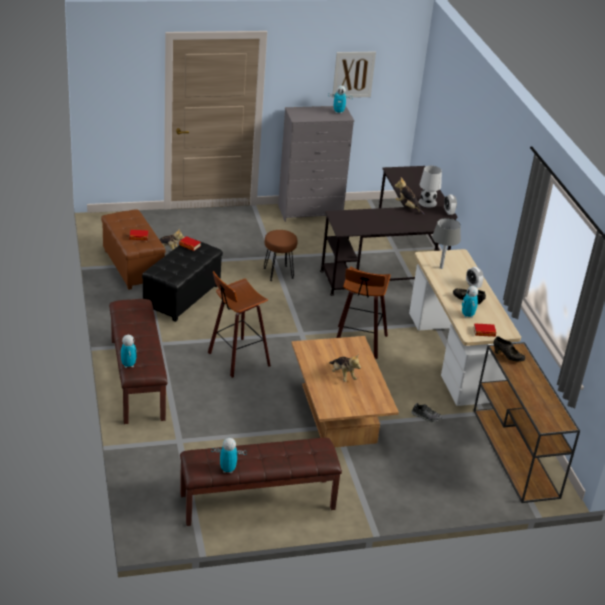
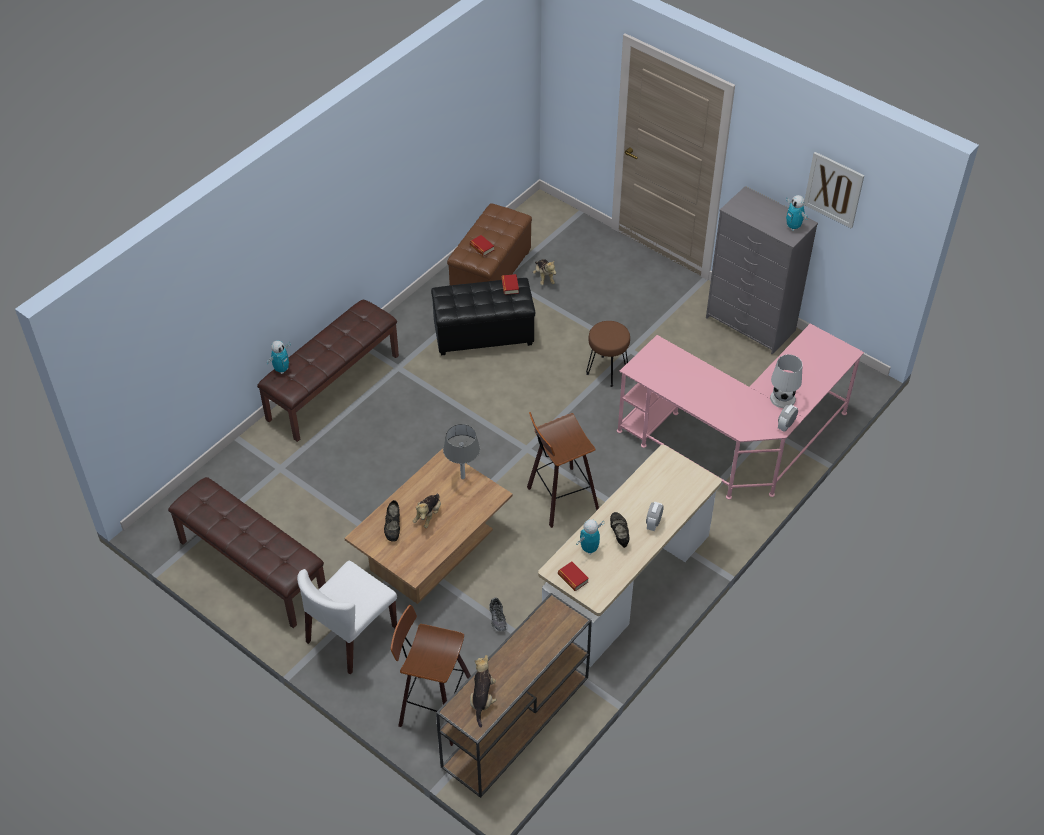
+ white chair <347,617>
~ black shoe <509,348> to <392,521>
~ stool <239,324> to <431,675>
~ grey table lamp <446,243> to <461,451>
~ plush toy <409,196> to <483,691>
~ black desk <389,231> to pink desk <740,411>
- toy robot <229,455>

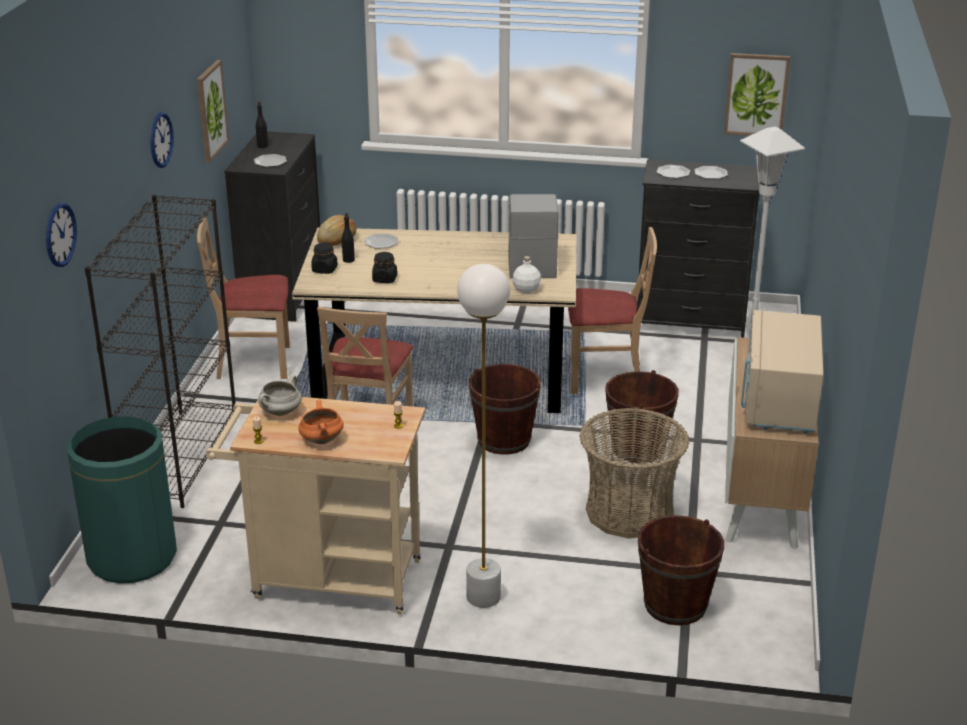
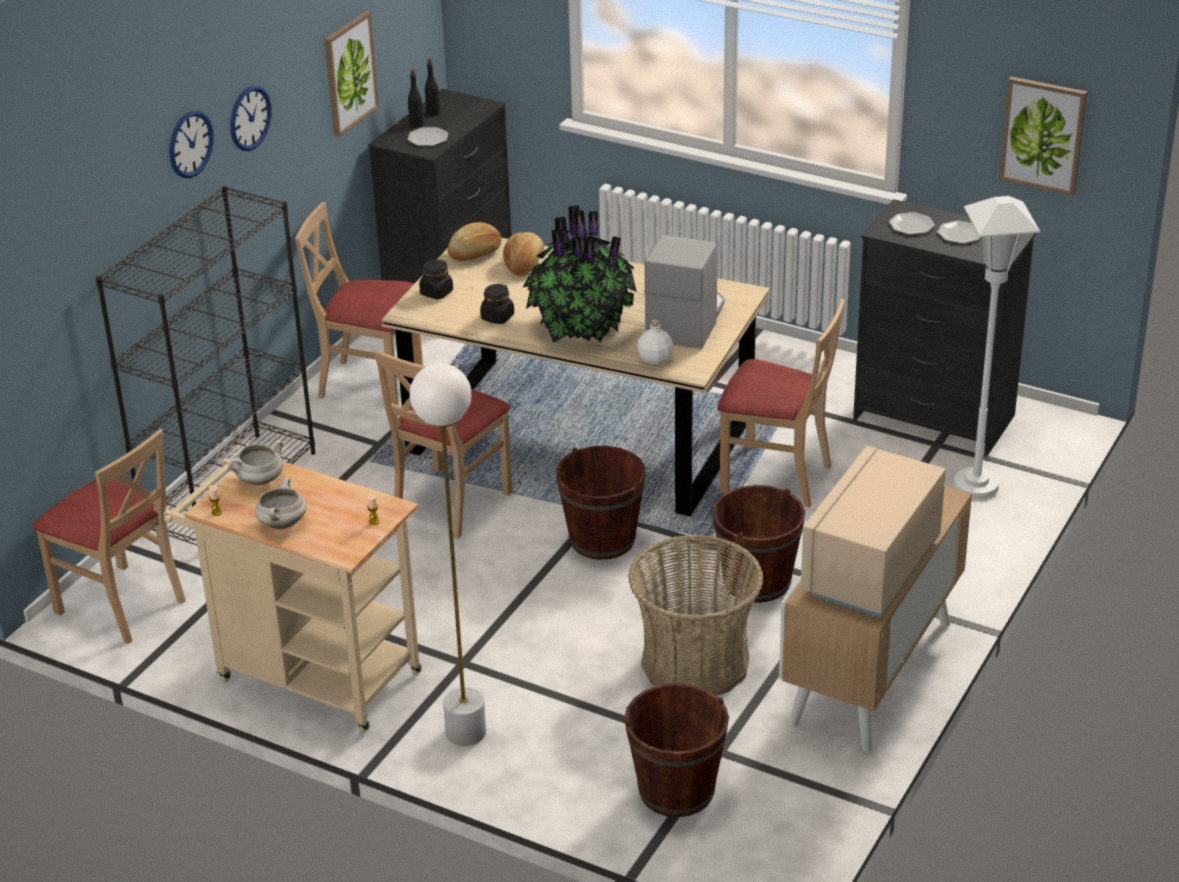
~ green trash can <122,499> to beige chair <109,536>
~ wall clock <61,235> to <191,144>
~ orange cooking pot <321,422> to white cooking pot <280,503>
~ black bottle <348,238> to <416,98>
~ plate <381,241> to bread <523,254>
+ potted plant <580,274>

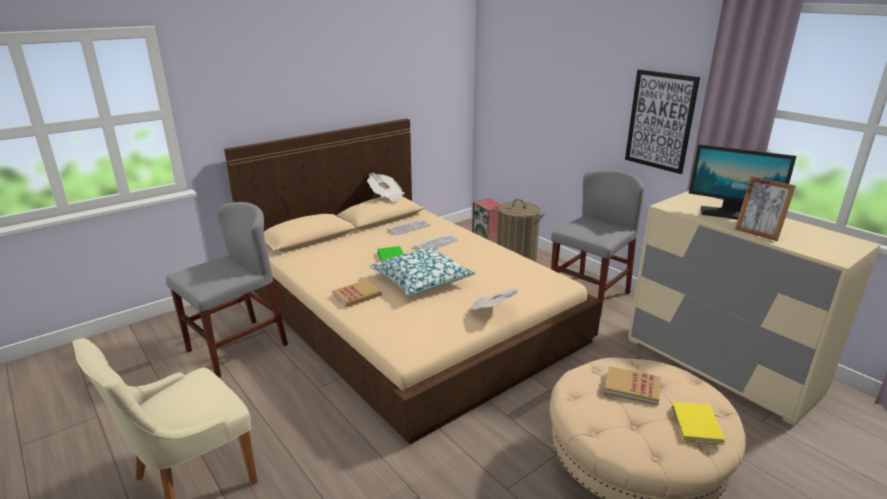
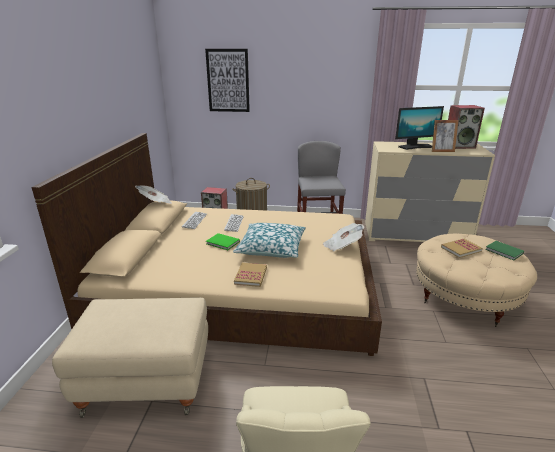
~ grey chair <227,289> to beige ottoman <130,358>
~ picture <662,121> to <227,80>
+ speaker <466,127>
~ yellow book <698,423> to green book <504,250>

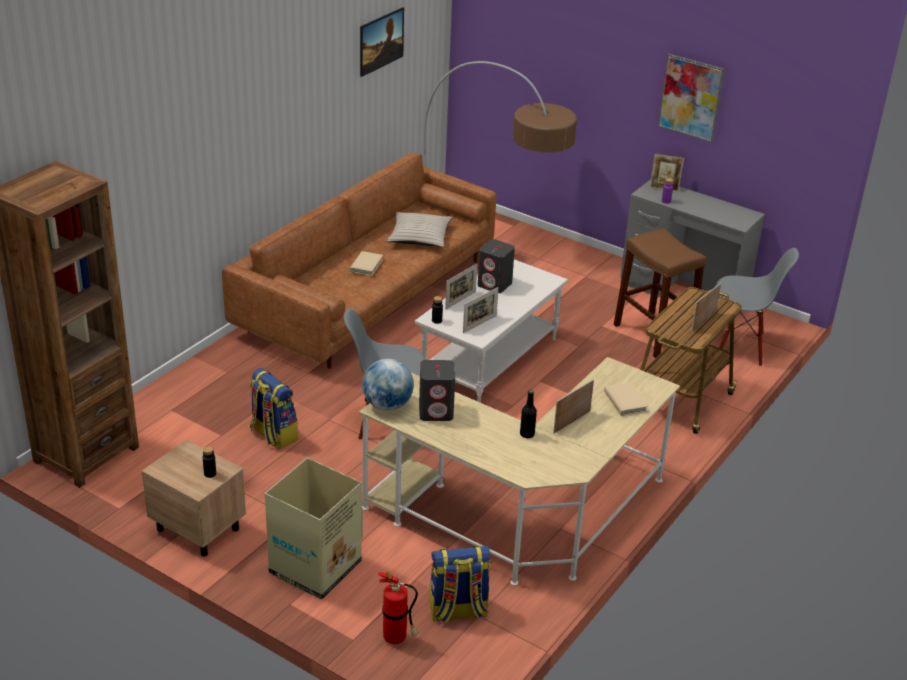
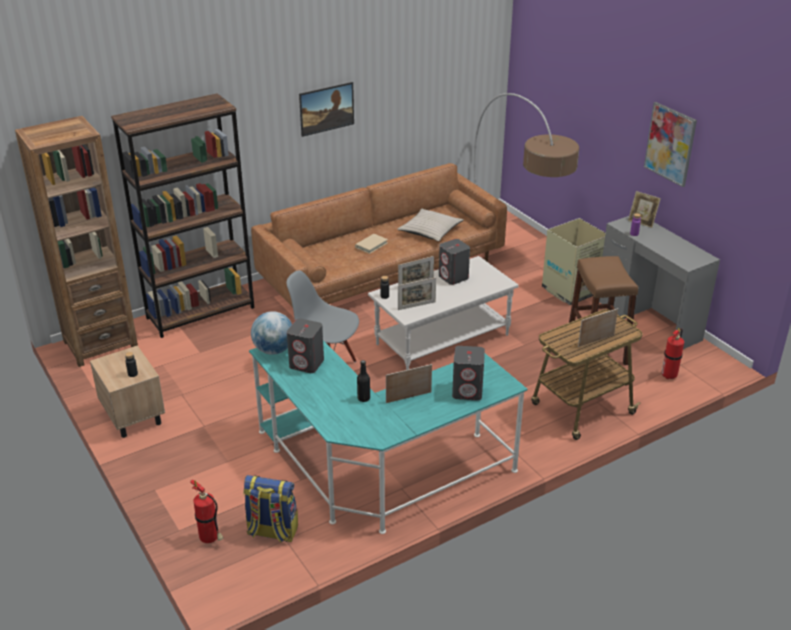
+ brown bookcase <182,215>
~ beige desk <519,471> to turquoise desk <388,437>
~ picture <382,42> to <326,109>
~ beige book <626,399> to grey speaker <468,373>
~ cardboard box <314,528> to <574,261>
~ grey chair <757,307> to fire extinguisher <673,353>
- backpack <274,408>

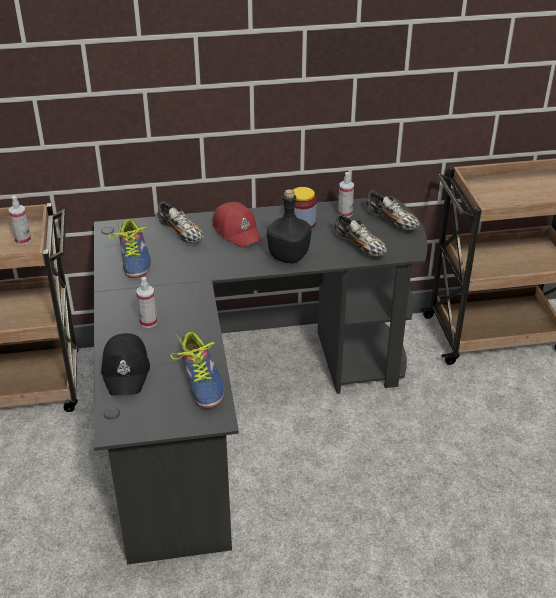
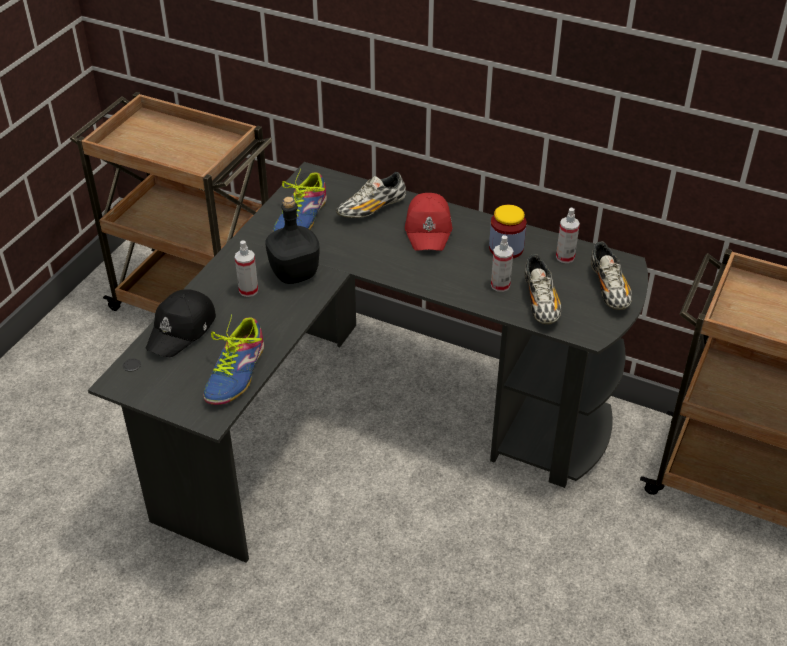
~ black bottle <289,226> to <292,240>
~ shoe <181,222> = <371,195> 60 degrees clockwise
~ spray bottle <20,220> to <502,263>

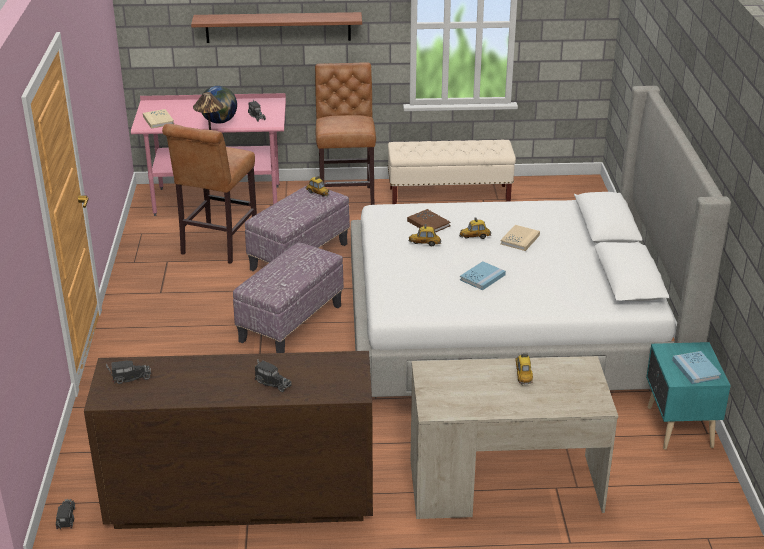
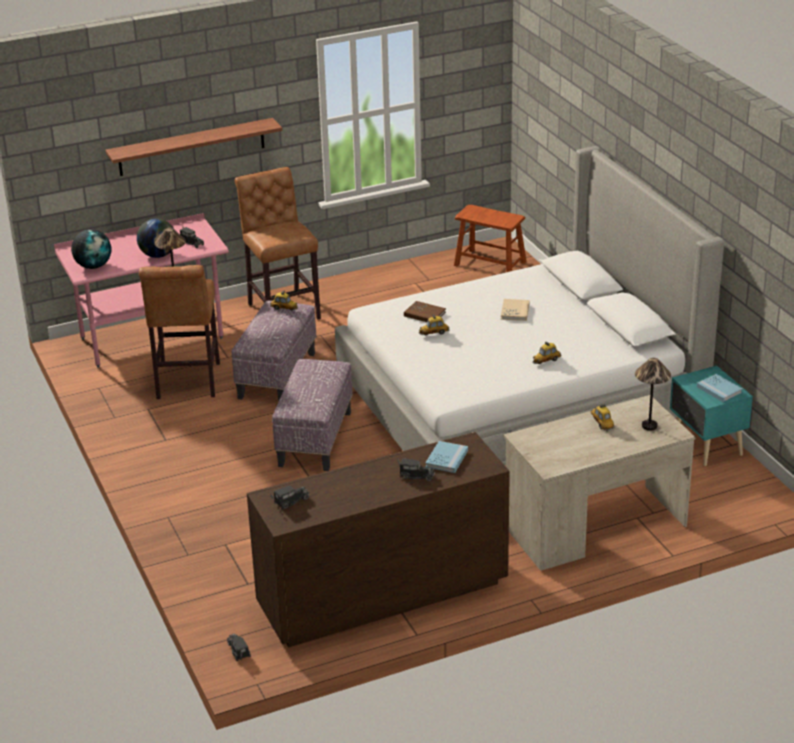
~ beige book <158,119> to globe <91,249>
~ blue book <483,275> to <446,457>
+ brown stool <490,238>
~ toy car <475,228> to <547,353>
+ table lamp <653,394>
- beige bench <452,172>

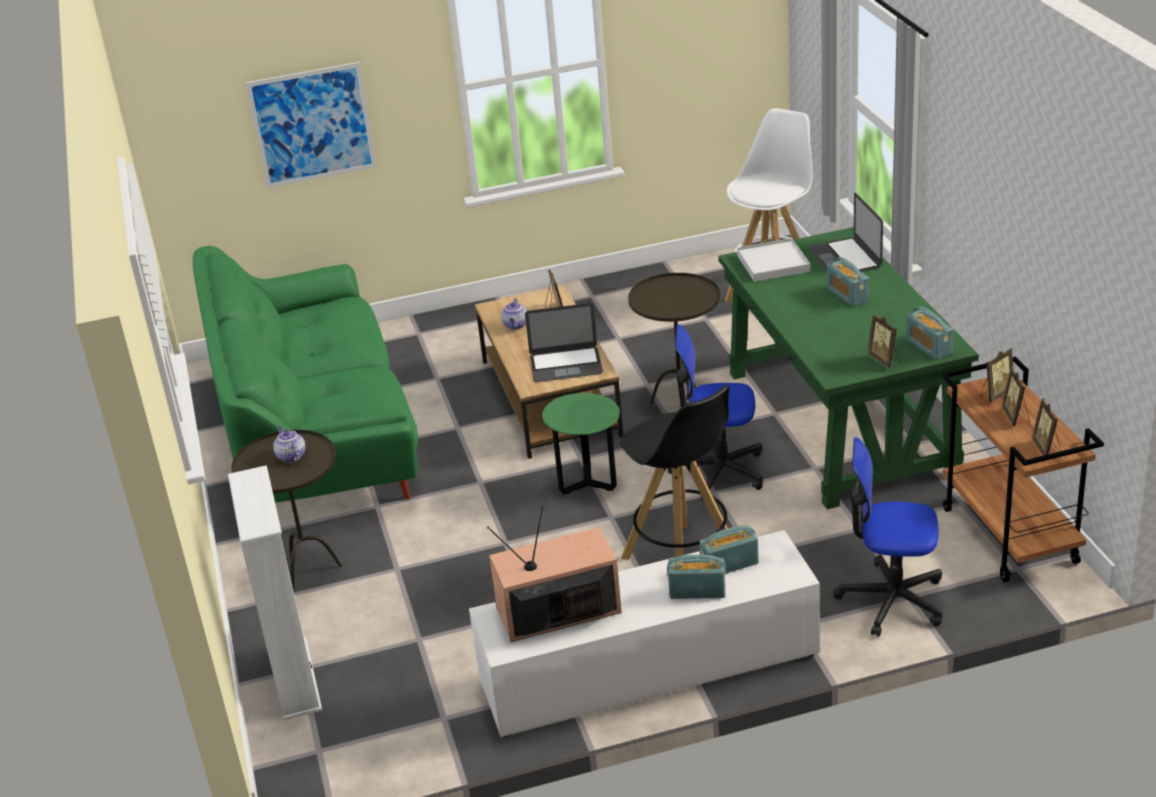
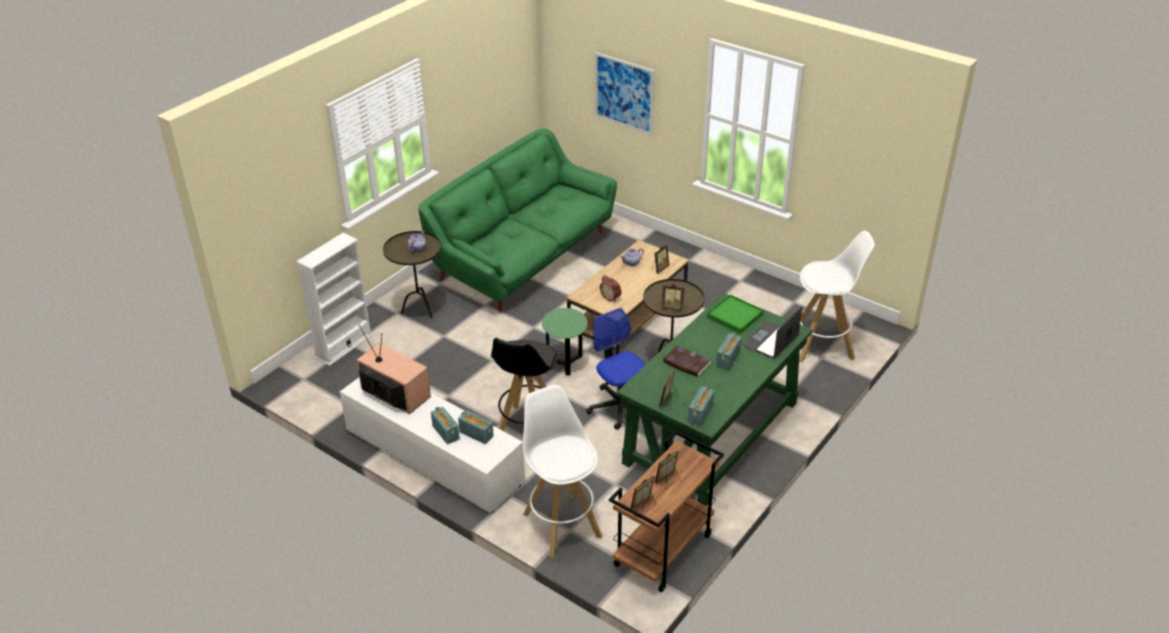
~ office chair <888,537> to white stool <563,471>
~ laptop <564,342> to alarm clock <610,288>
~ picture frame <997,375> to <673,298>
+ book <687,361>
~ white tray <773,260> to green tray <735,314>

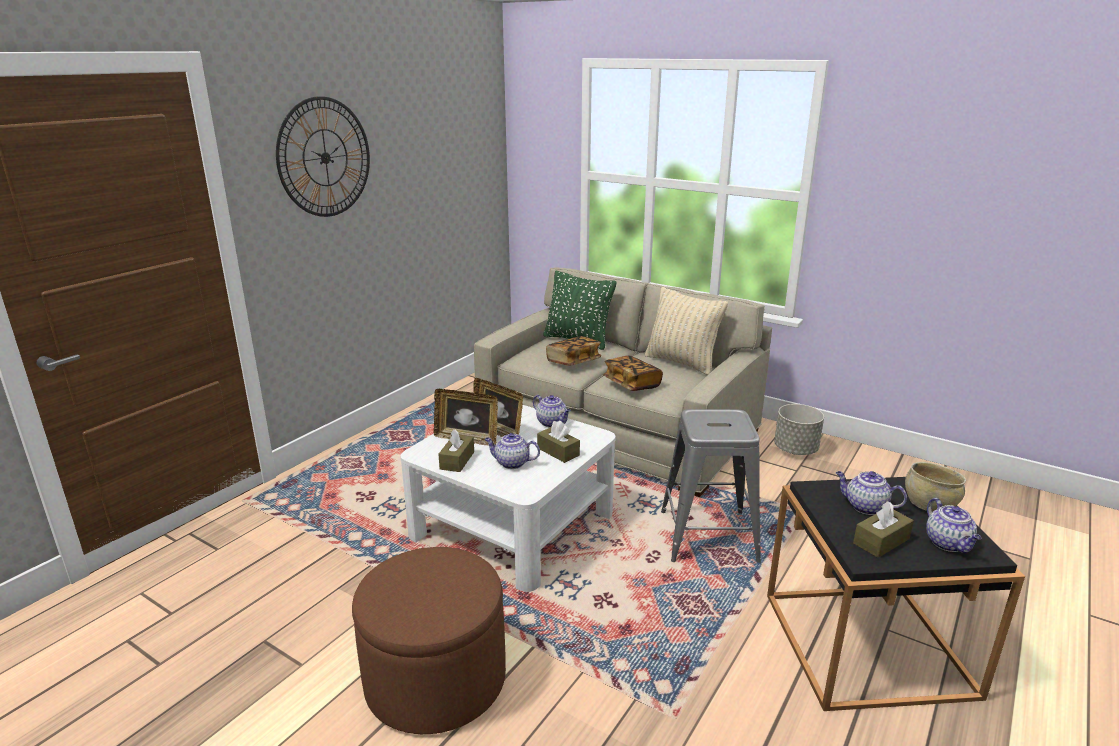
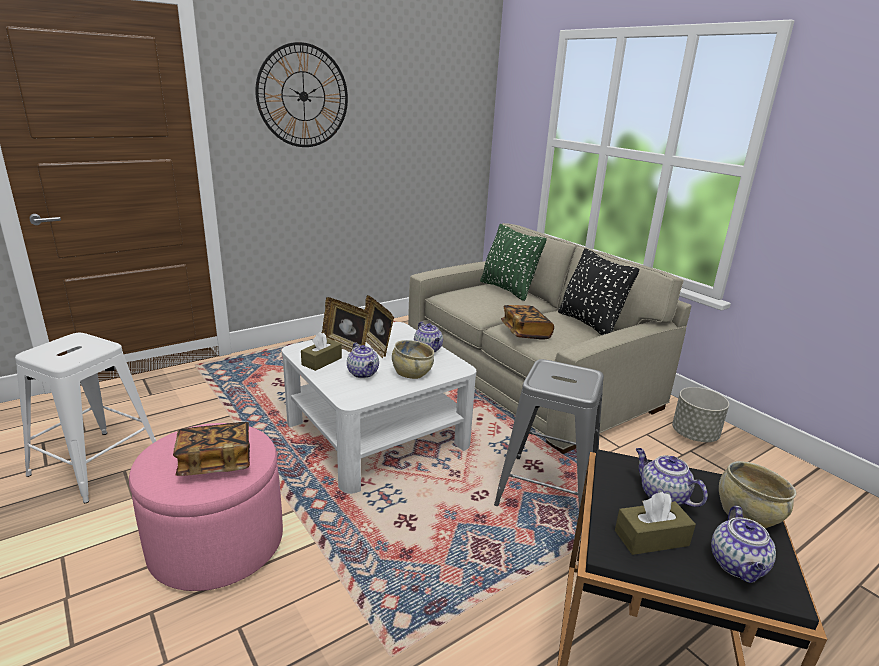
+ white stool <85,418>
~ brown ottoman <429,640> to pink ottoman <206,507>
~ book <573,351> to <211,449>
~ teapot <512,451> = <363,360> 150 degrees counterclockwise
~ brown tissue box <558,442> to beige bowl <413,359>
~ beige pillow <686,331> to black pillow <598,291>

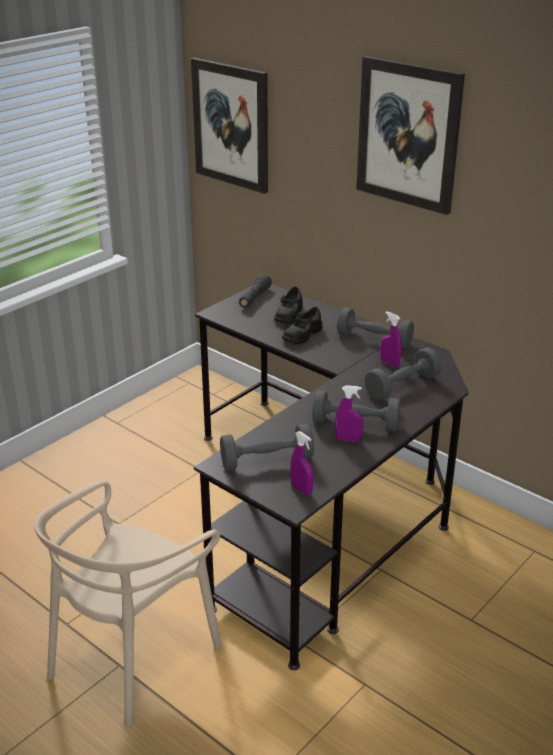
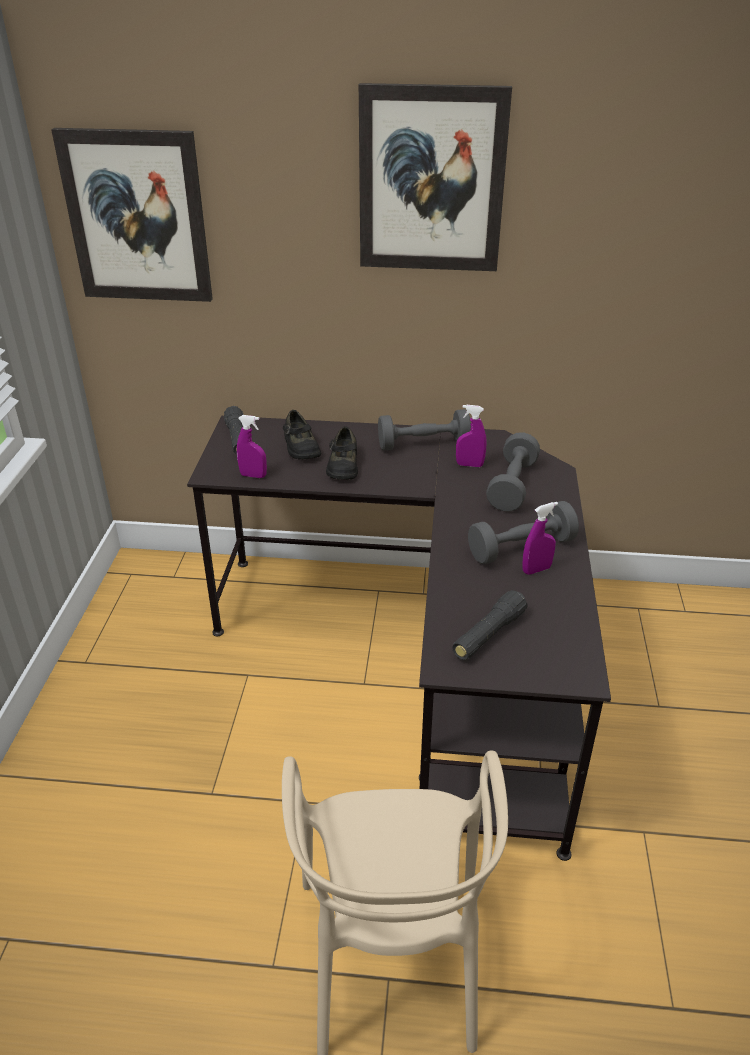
~ purple spray bottle <302,463> to <252,446>
~ grey dumbbell <267,447> to black flashlight <490,625>

